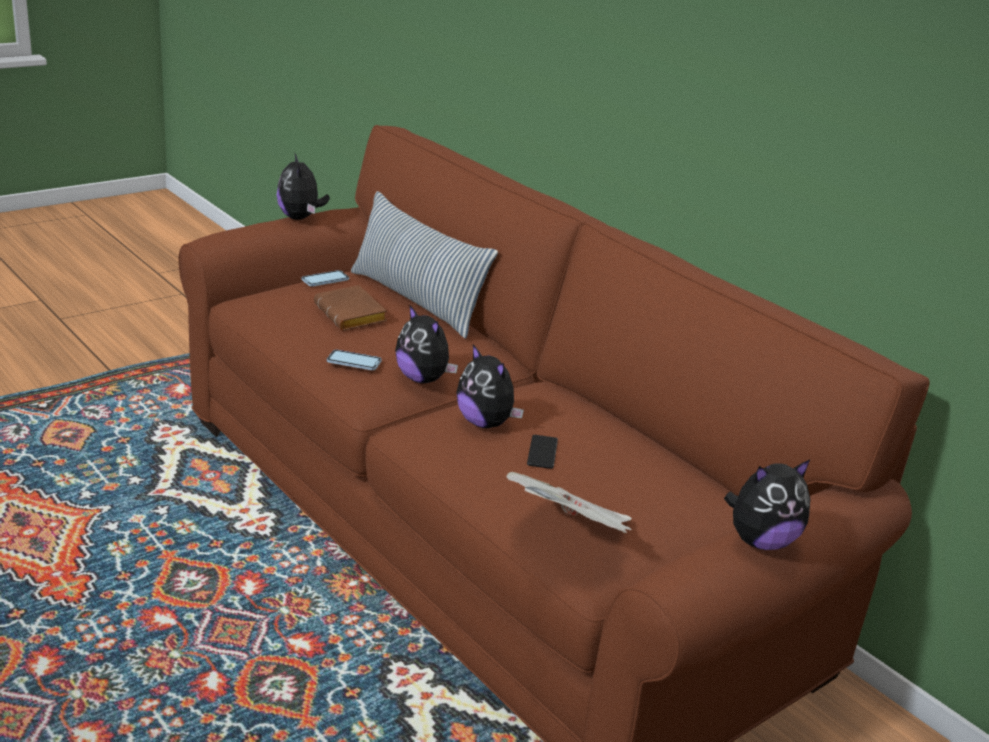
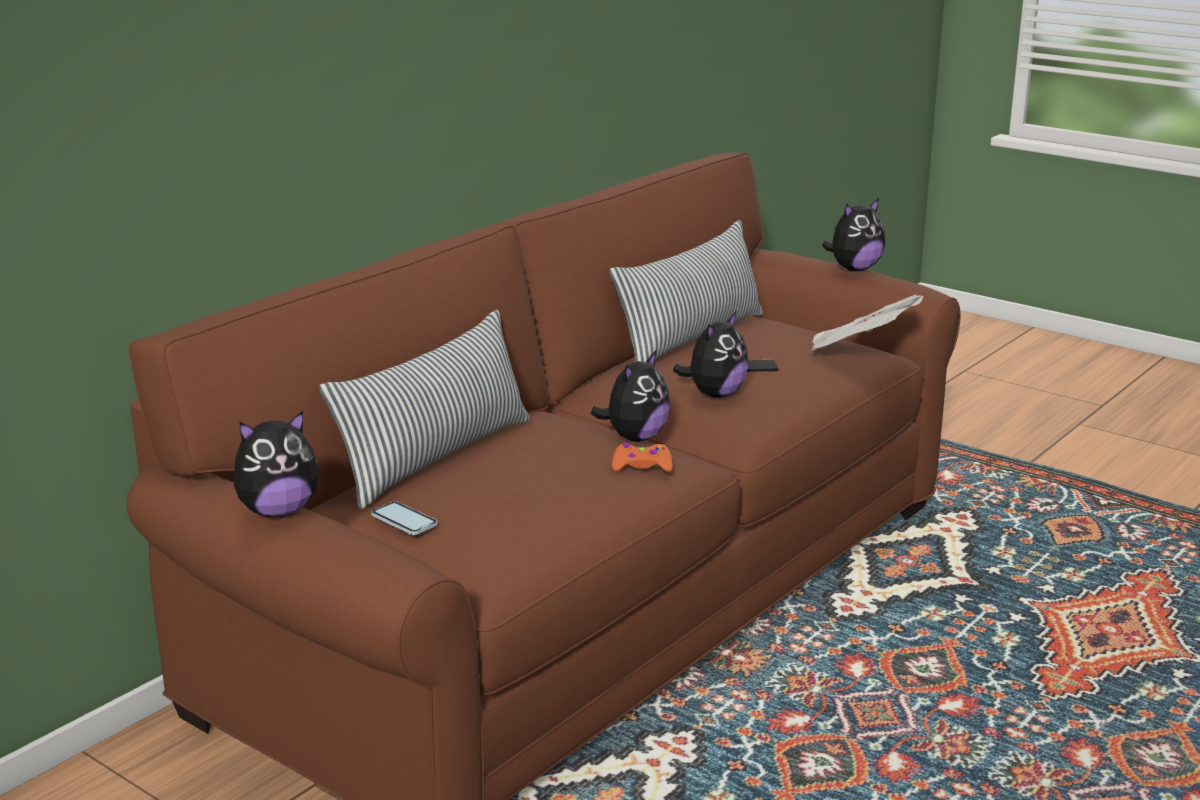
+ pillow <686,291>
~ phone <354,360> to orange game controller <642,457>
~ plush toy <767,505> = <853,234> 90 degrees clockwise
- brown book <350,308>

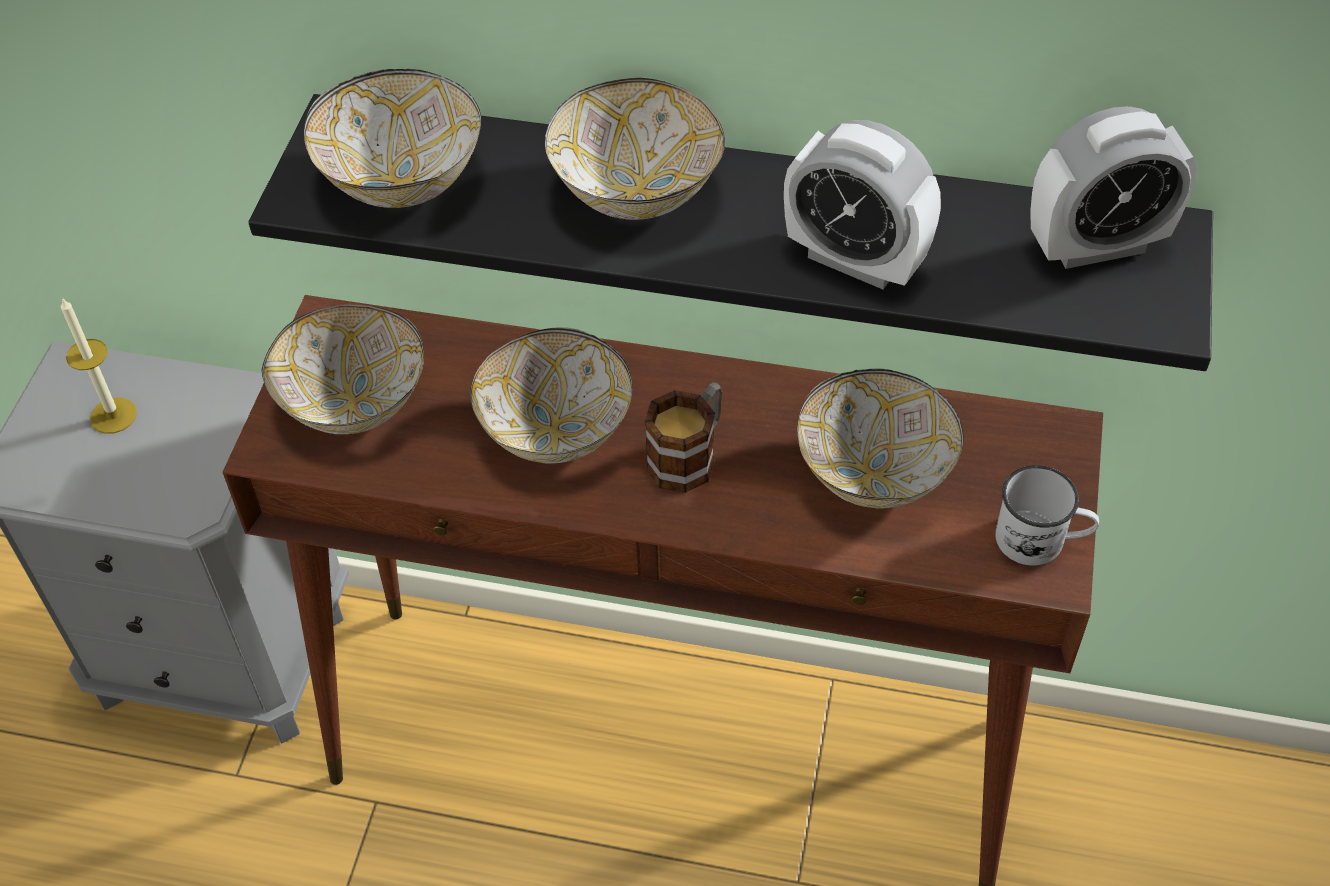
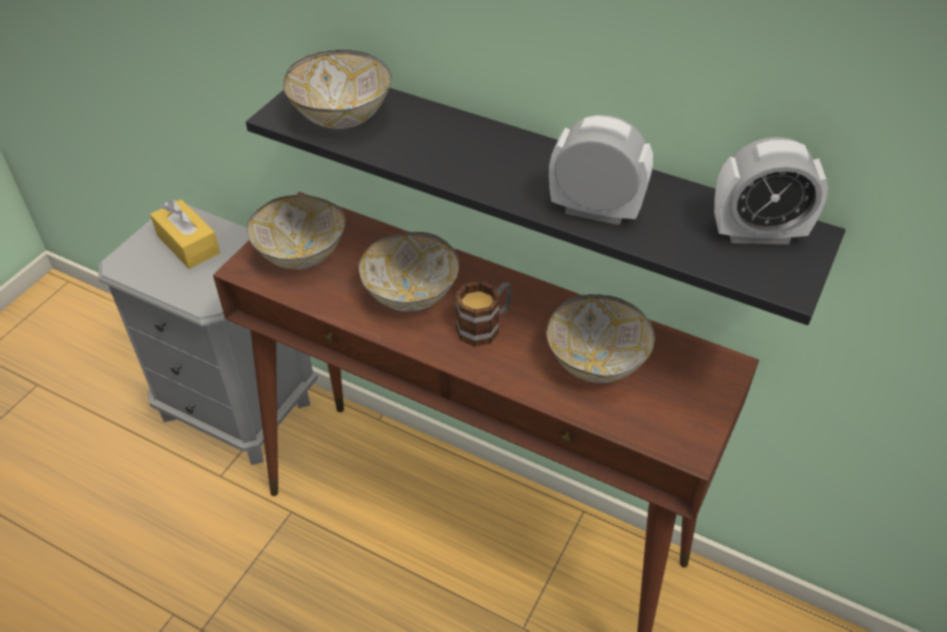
~ candle <99,365> to yellow tissue box <185,234>
~ alarm clock <862,204> = <601,170> 150 degrees clockwise
- bowl <635,149>
- white mug <1047,515>

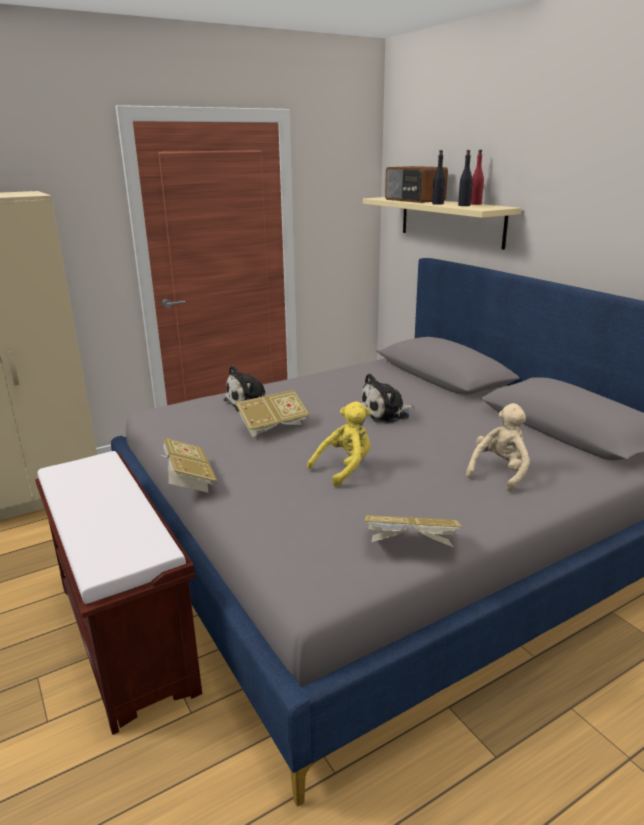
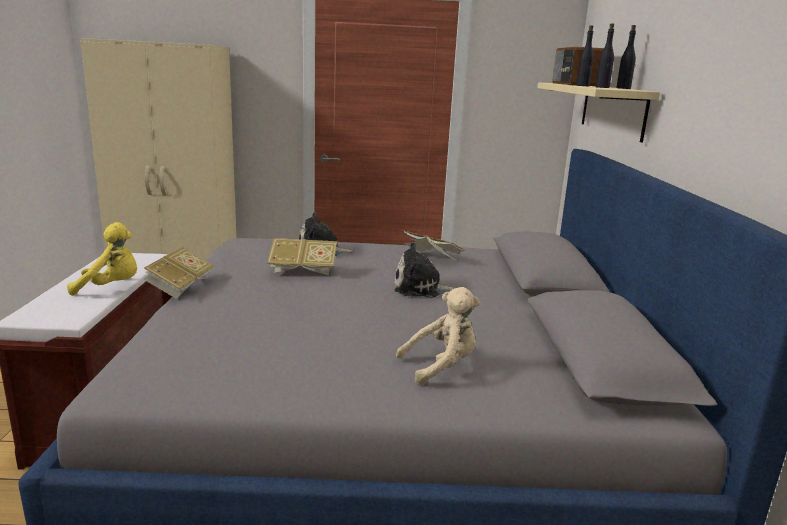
~ yellow plush toy <338,444> to <102,259>
~ book <413,531> to <434,245>
~ red bottle <477,177> to black bottle <626,57>

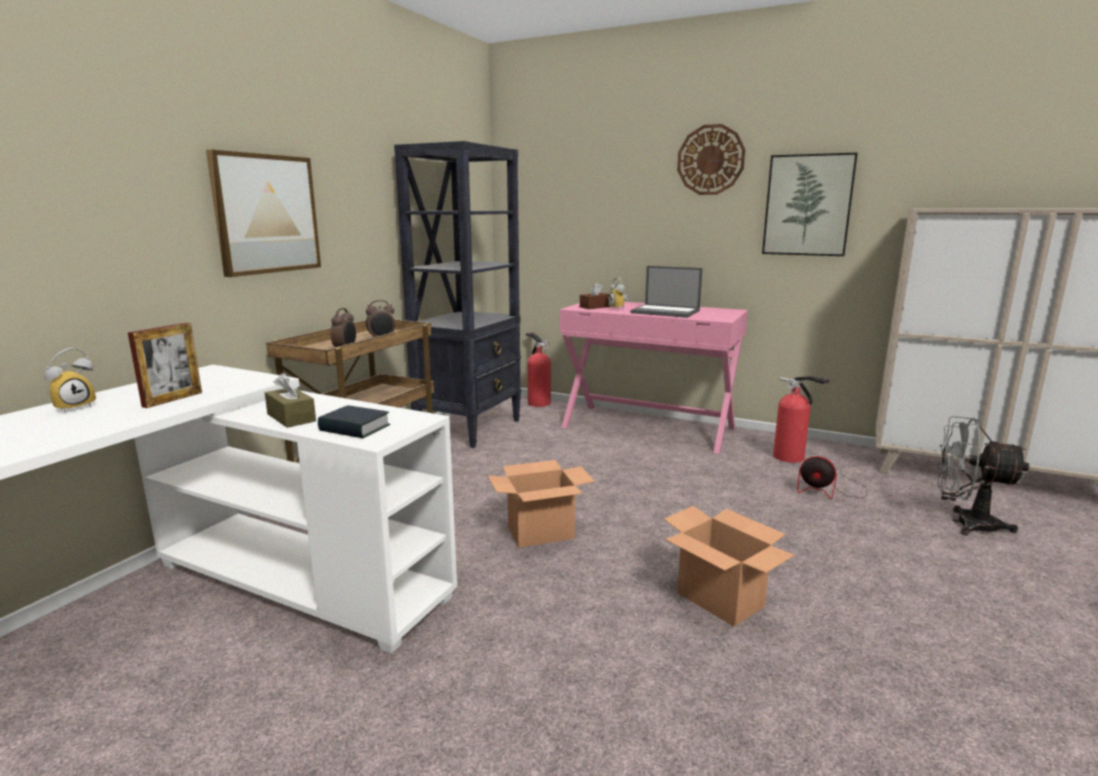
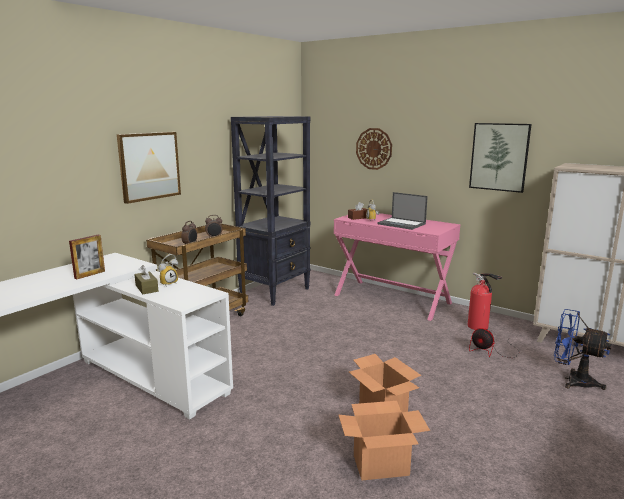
~ alarm clock <70,380> to <168,269>
~ cardboard box <541,504> to <384,440>
~ wall clock <711,159> to <374,149>
~ grey fan <983,476> to blue fan <583,349>
- book <354,421>
- fire extinguisher <538,370>

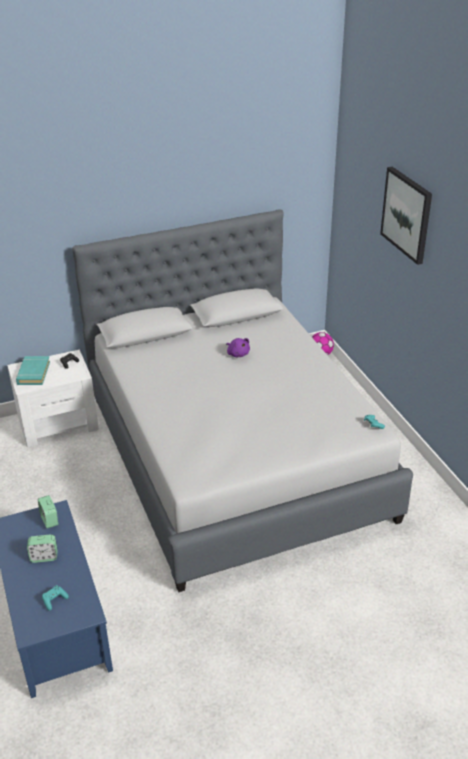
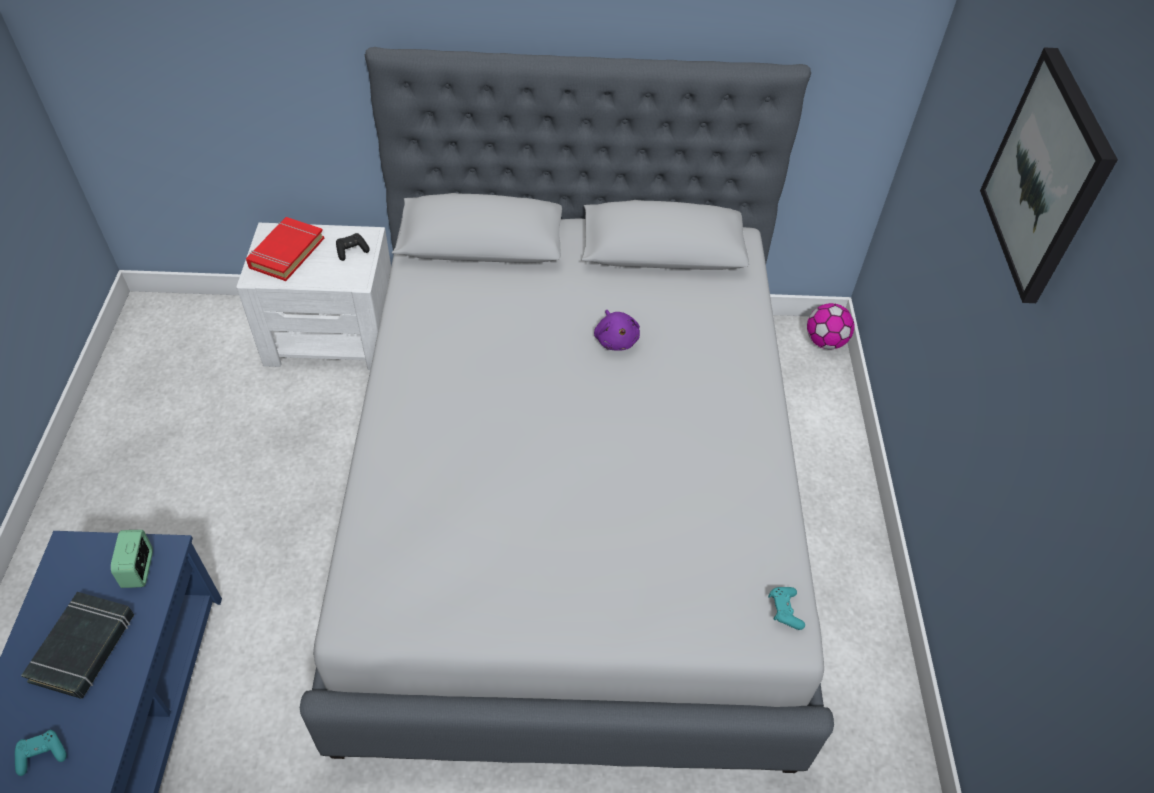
~ alarm clock <42,548> to black book <77,645>
~ turquoise book <33,370> to red book <285,249>

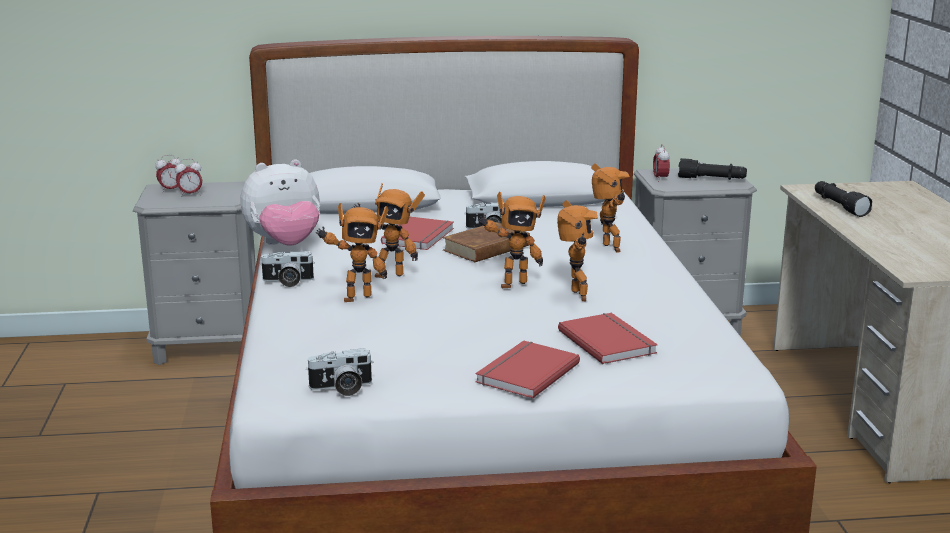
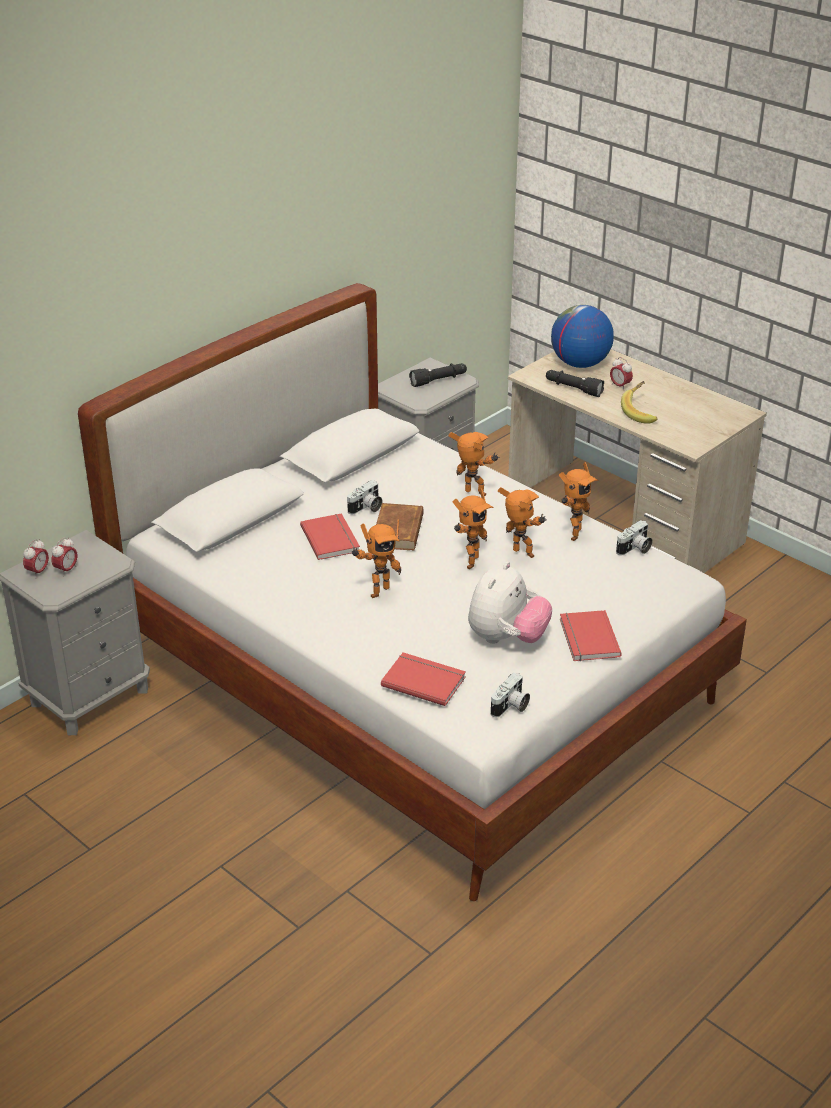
~ red book <608,338> to <423,679>
~ plush toy <280,202> to <510,603>
+ globe <582,336>
~ toy robot <352,252> to <579,501>
~ alarm clock <661,163> to <621,373>
~ photo camera <287,269> to <634,537>
+ banana <639,402>

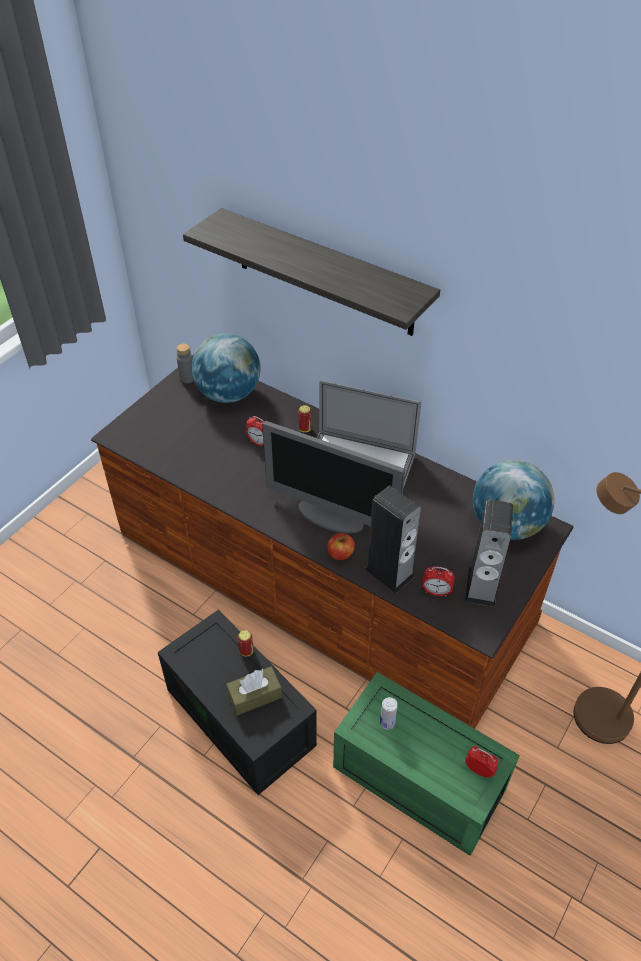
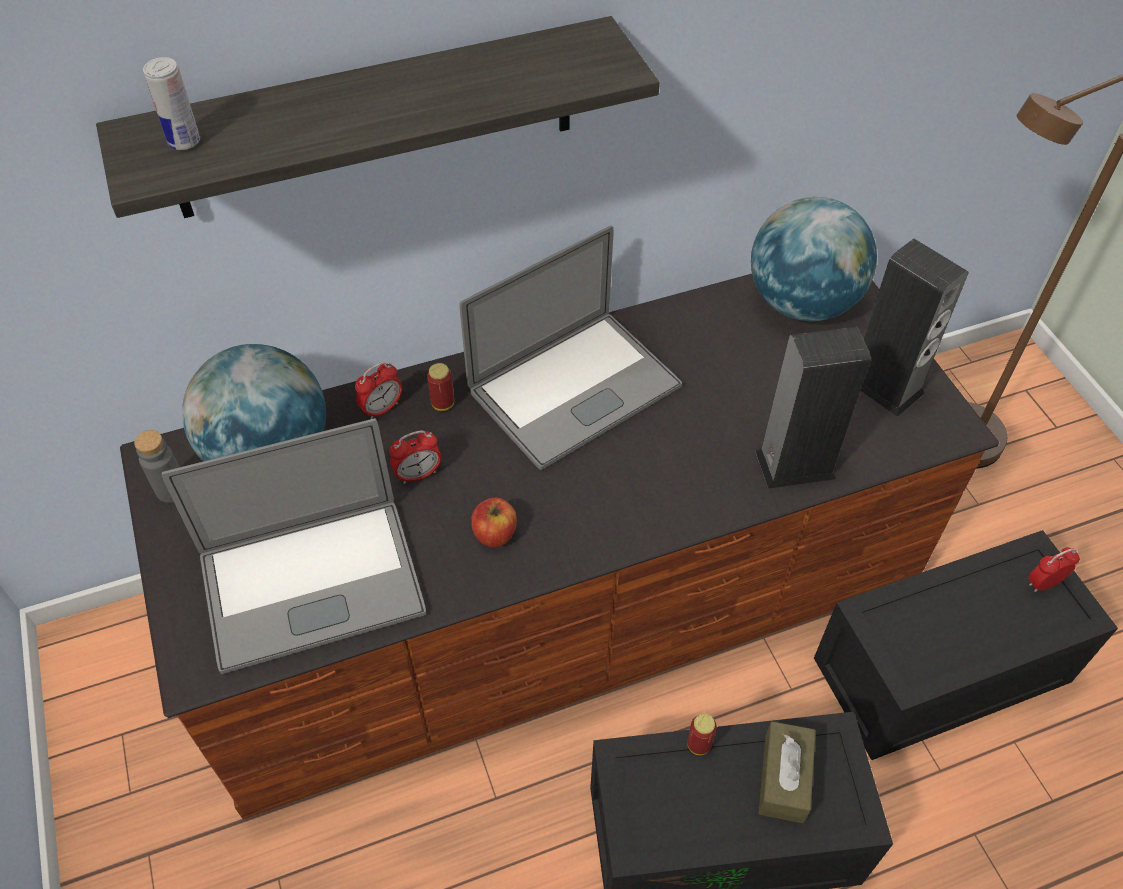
~ can <389,713> to <171,103>
+ laptop <294,546>
~ alarm clock <438,582> to <378,390>
~ apple <341,546> to <494,522>
~ green storage box <426,764> to black storage box <966,645>
- monitor <333,477>

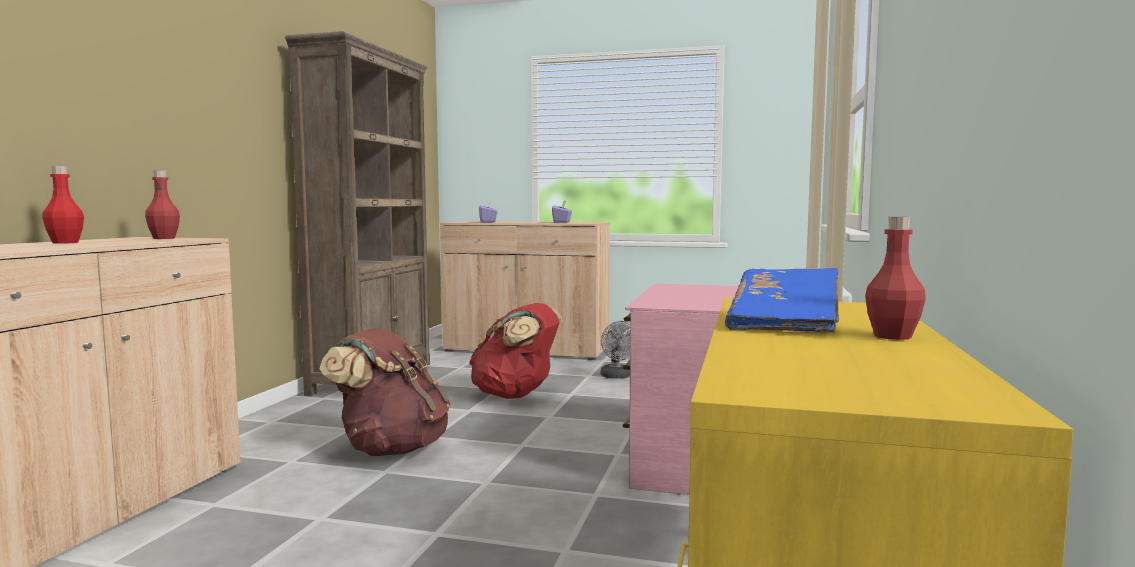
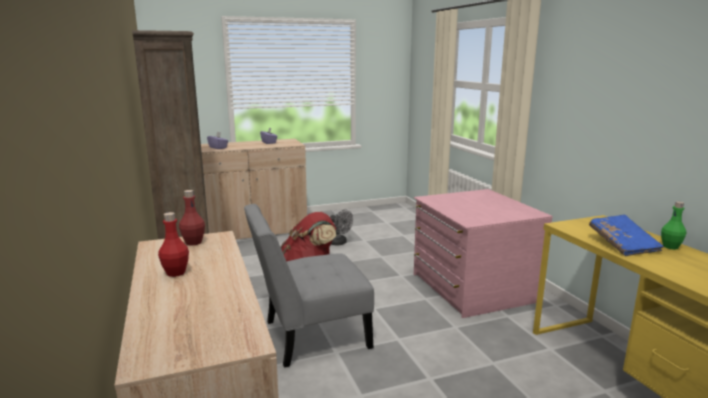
~ brown backpack <385,392> to grey chair <309,286>
~ red bottle <895,278> to green bottle <673,225>

